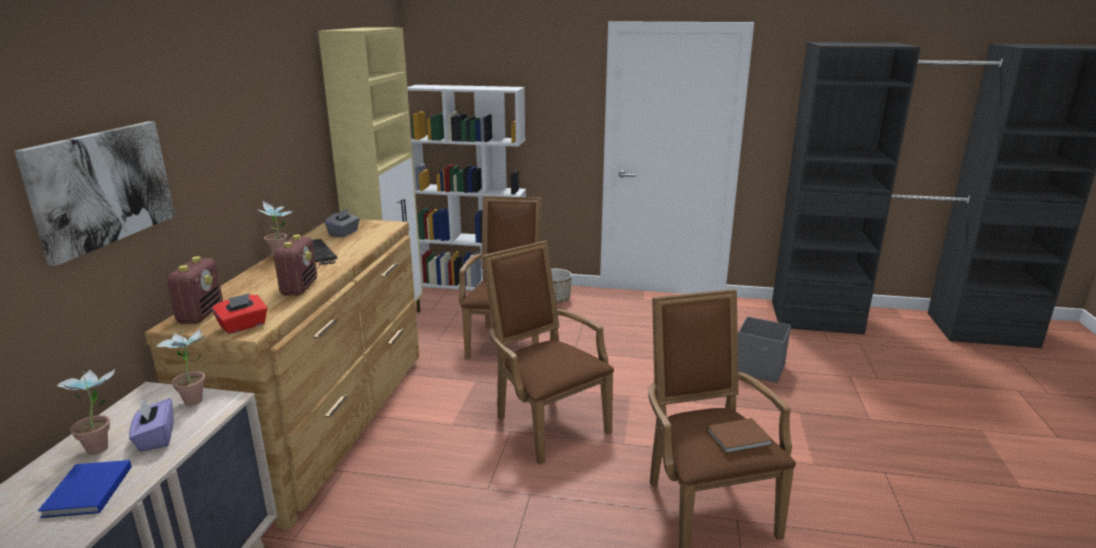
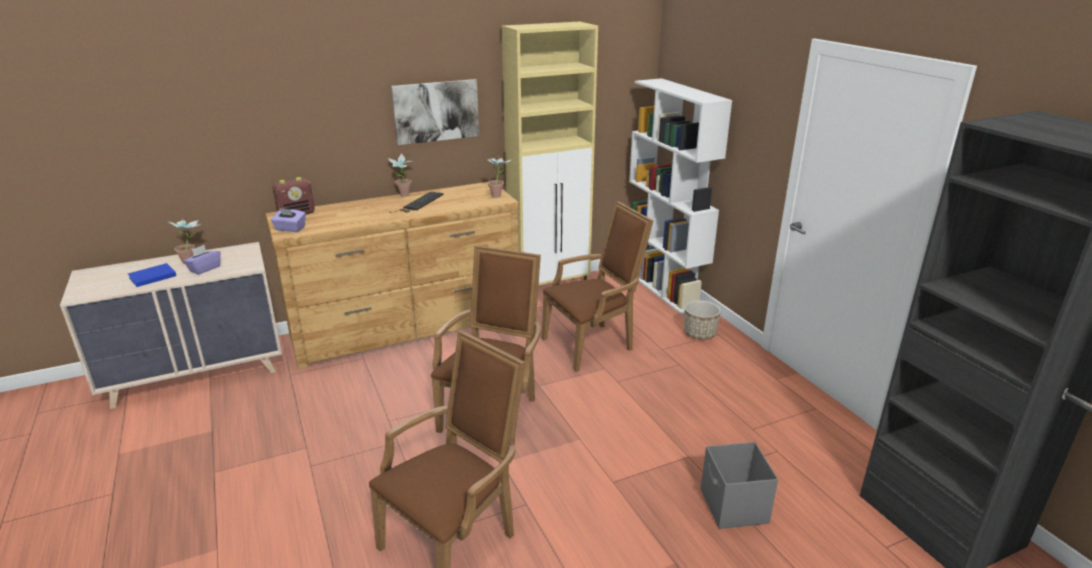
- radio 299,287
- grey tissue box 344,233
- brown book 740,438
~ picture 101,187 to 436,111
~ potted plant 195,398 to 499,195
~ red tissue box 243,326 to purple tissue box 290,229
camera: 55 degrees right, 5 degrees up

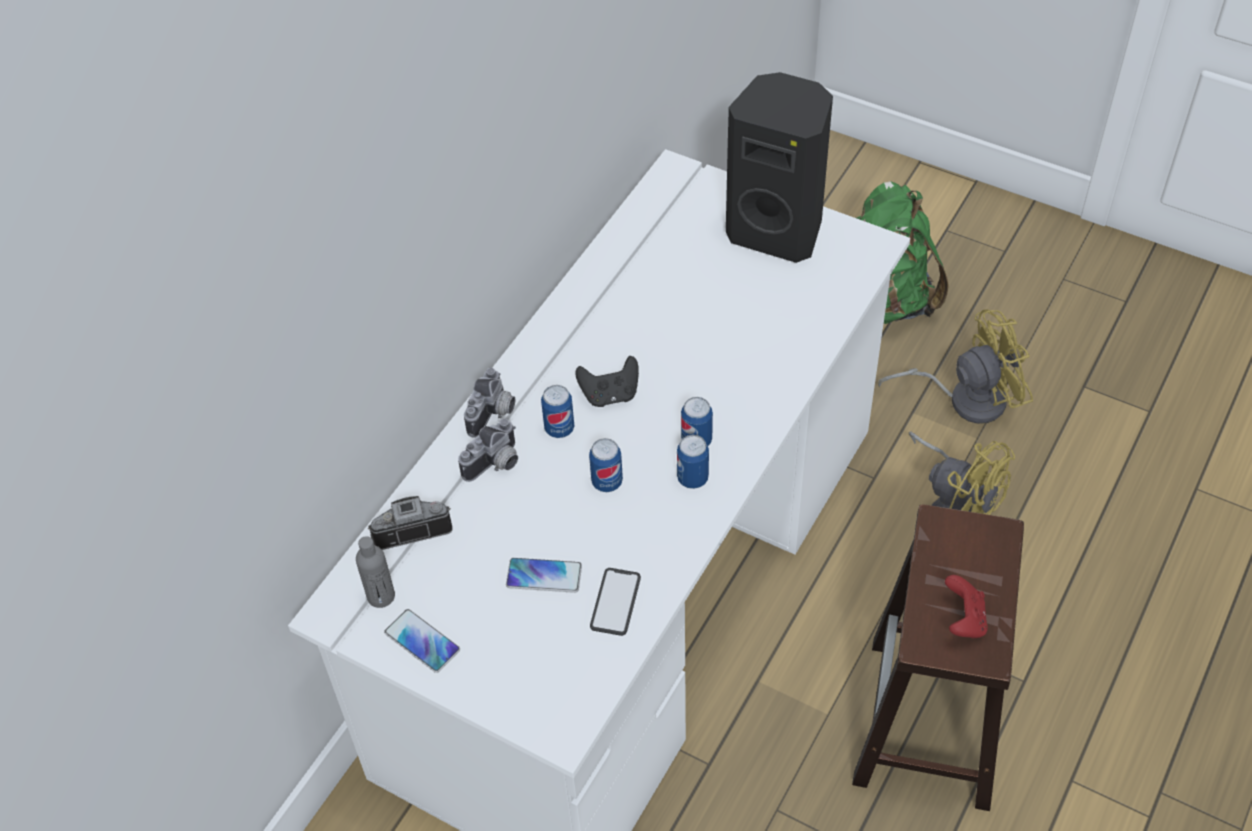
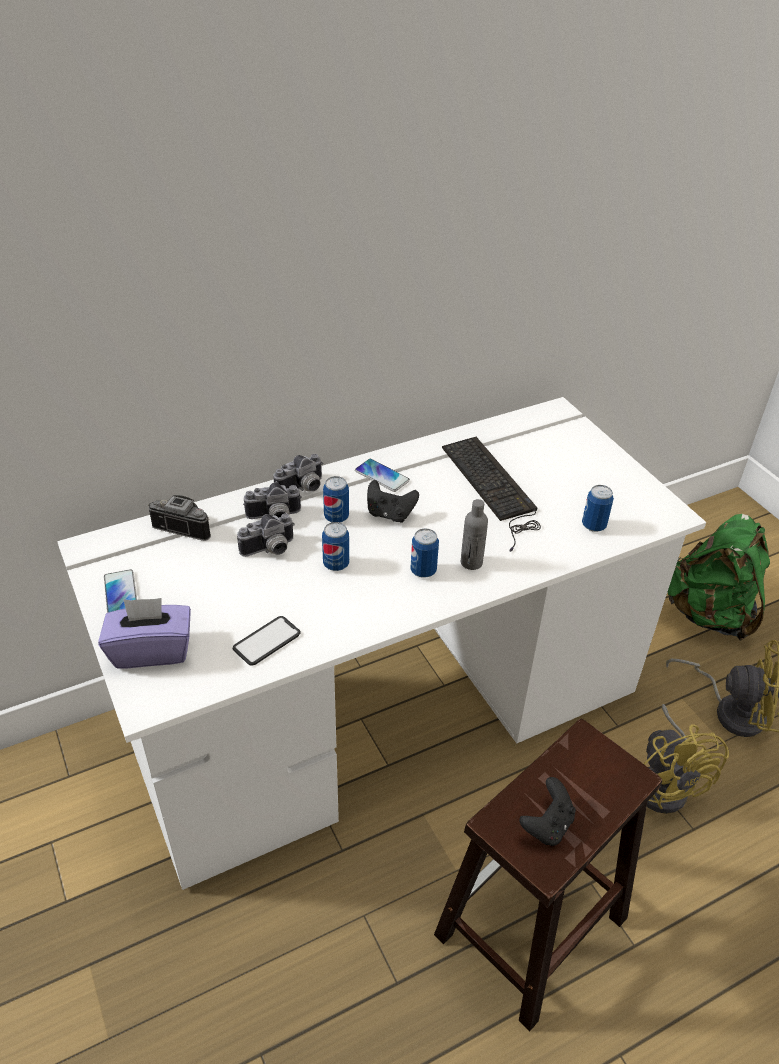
- black speaker 777,230
+ purple tissue box 151,650
+ photo camera 270,550
+ keyboard 493,488
~ grey bottle 381,596 to 471,562
~ phone 544,576 to 382,476
~ can 692,478 to 593,526
~ red game controller 963,620 to black game controller 547,825
camera: 30 degrees right, 10 degrees down

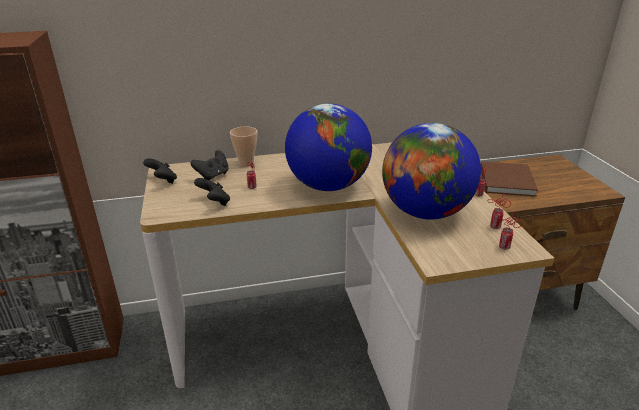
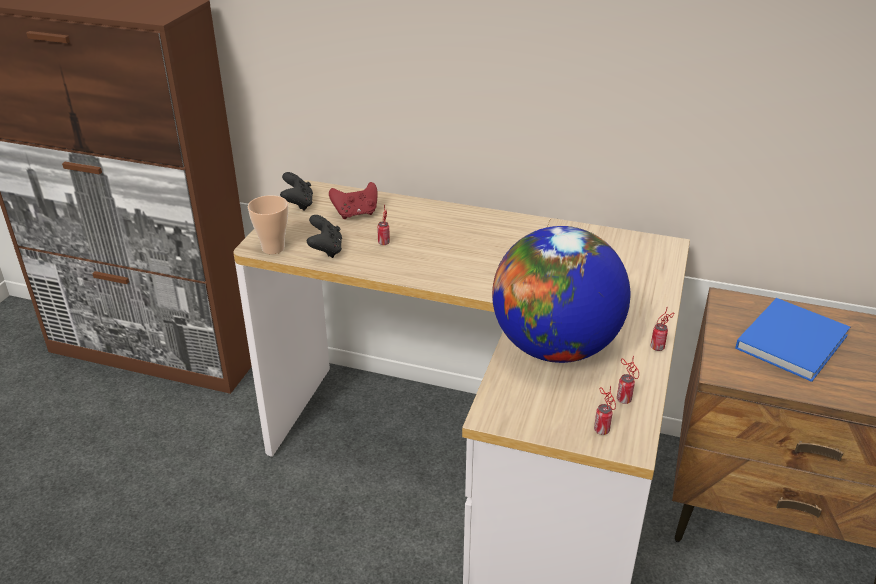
- globe 328,186
~ cup 246,163 to 273,248
~ black game controller 213,176 to red game controller 356,213
~ brown book 506,180 to blue book 793,340
camera: 30 degrees right, 5 degrees up

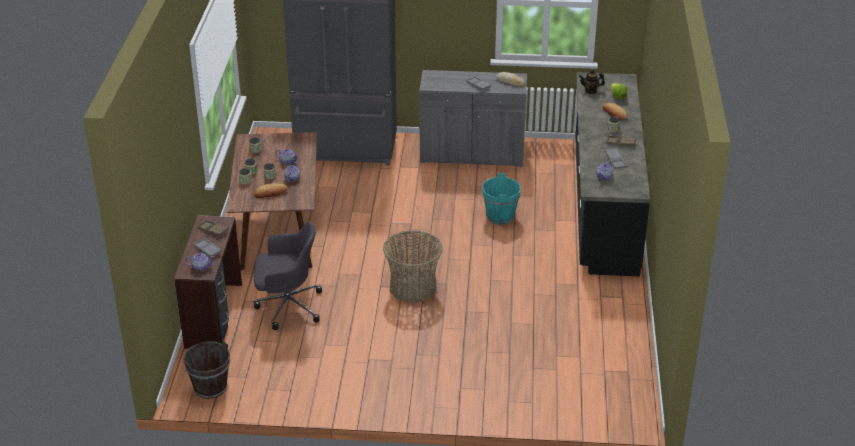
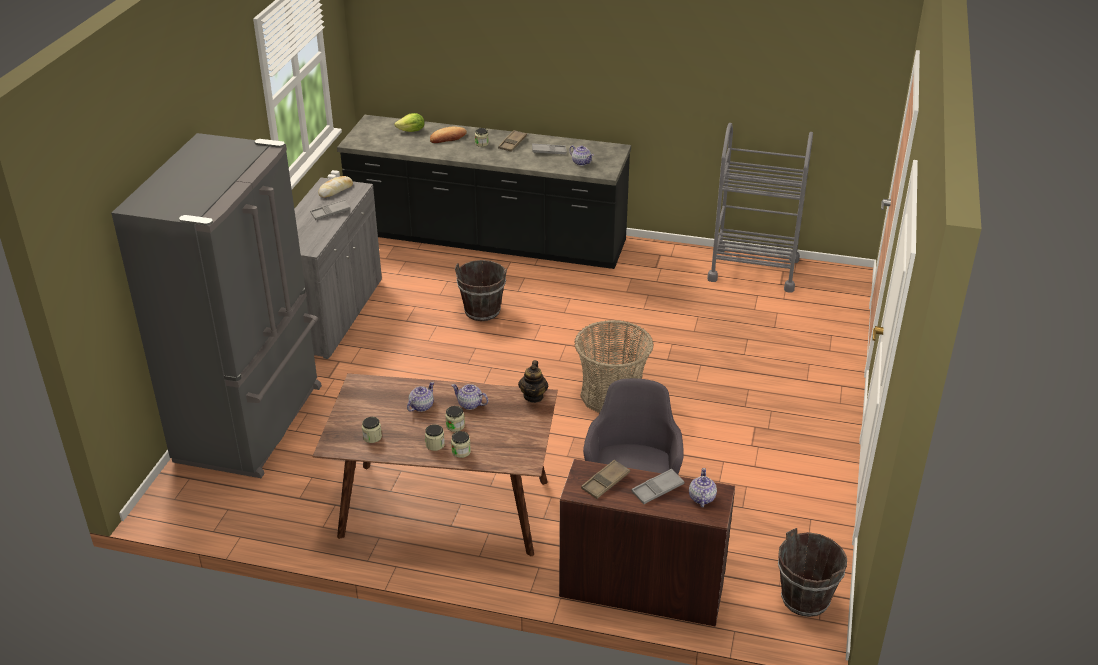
- bread 270,193
+ grey cart 753,270
~ teapot 590,91 to 533,396
~ turquoise bucket 500,216 to brown bucket 482,311
camera: 80 degrees left, 0 degrees up

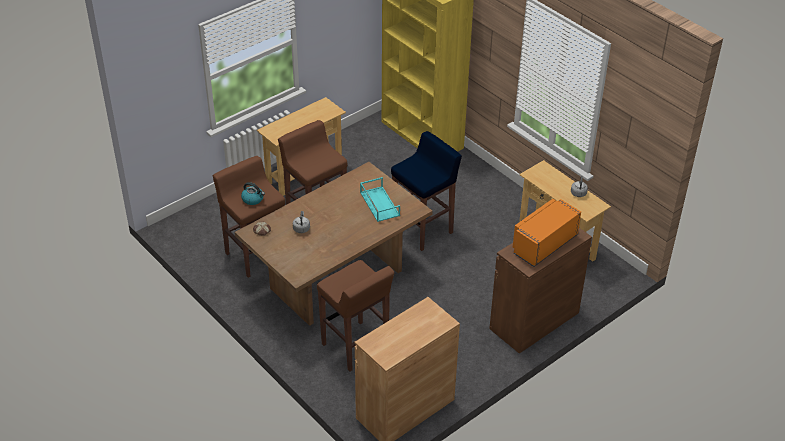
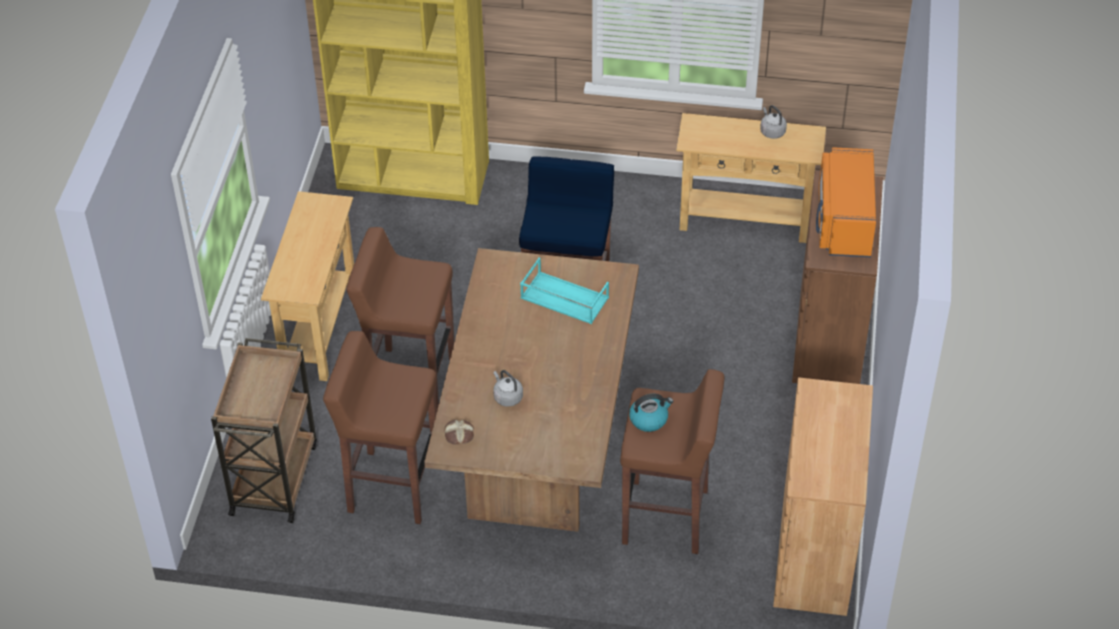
+ brown cart 274,477
~ kettle 253,199 to 649,419
camera: 40 degrees left, 5 degrees up

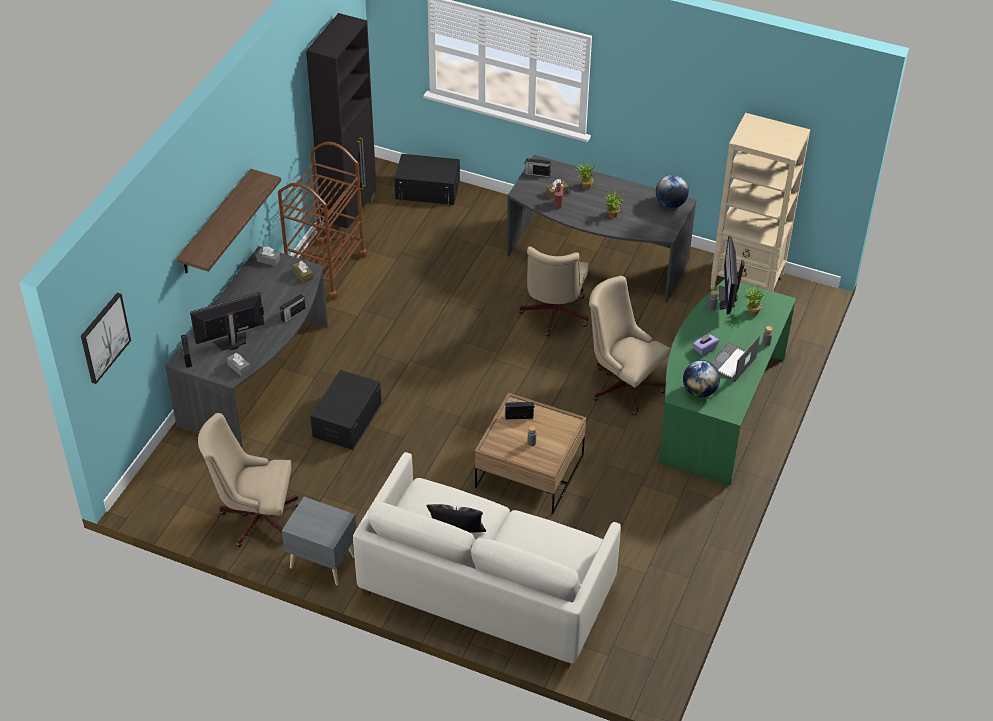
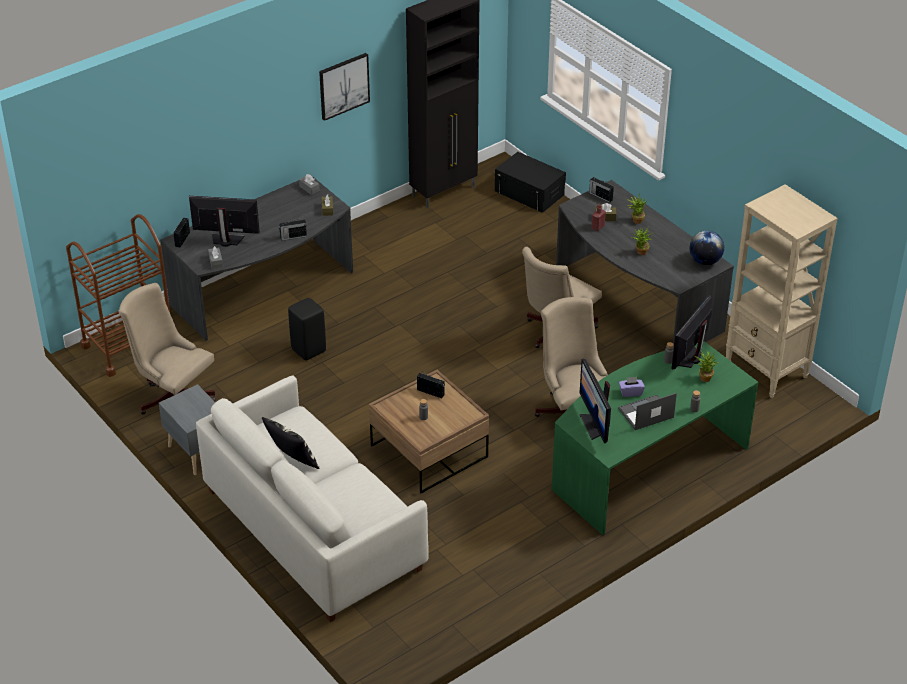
- shelf 216,223
~ picture 104,337 to 343,85
~ brown cart 326,269 to 129,345
~ black storage box 347,420 to black stool 308,351
~ globe 699,391 to monitor 594,425
camera: 30 degrees right, 5 degrees down

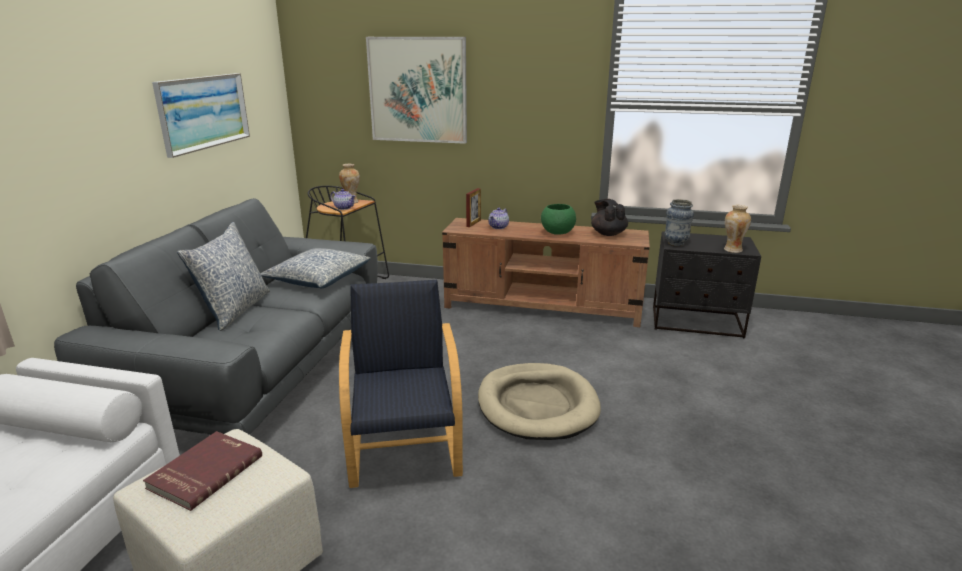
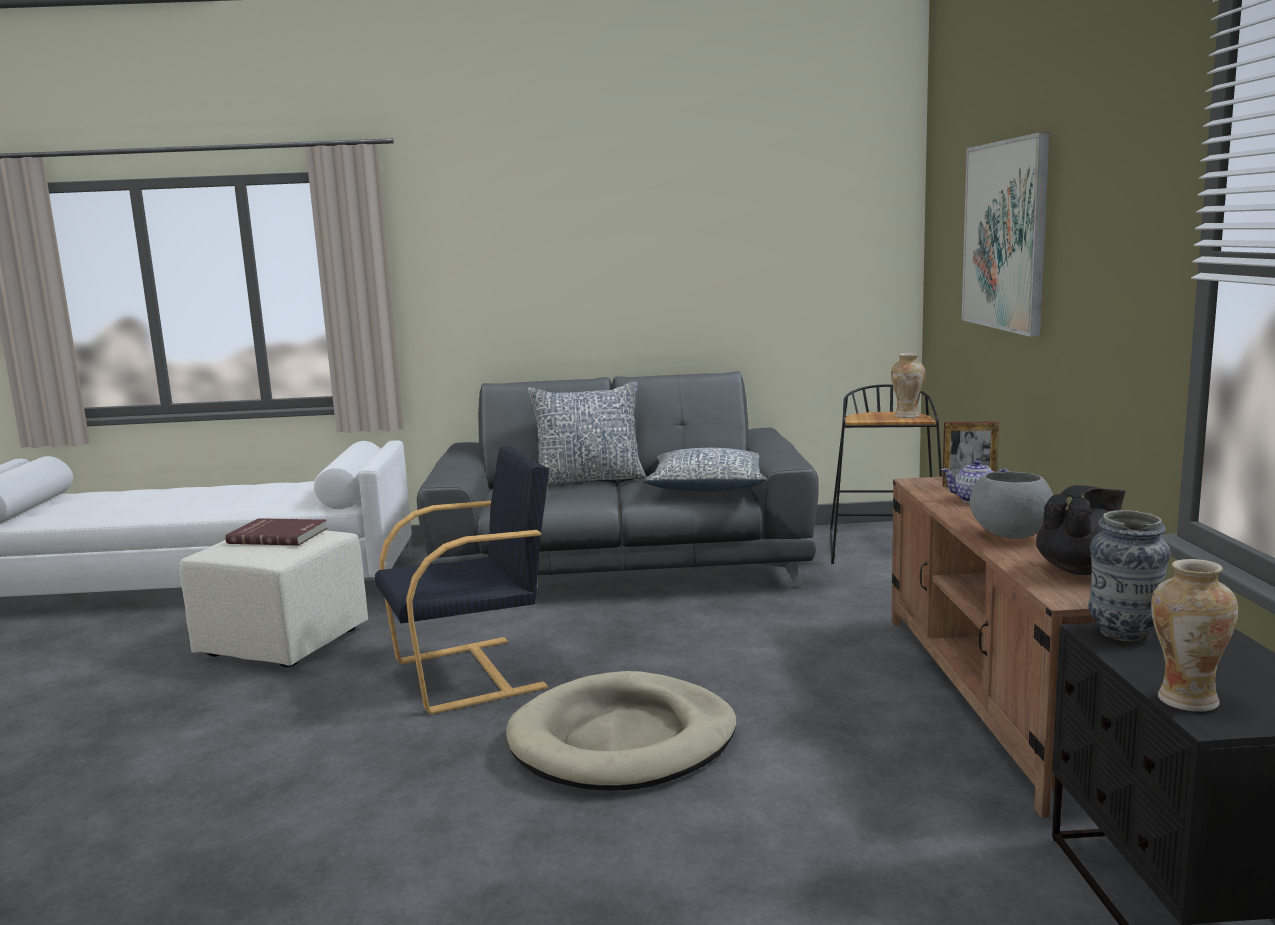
- picture 204,112
- teapot 344,208
~ green bowl 557,233 to grey bowl 1010,536
camera: 75 degrees right, 10 degrees down

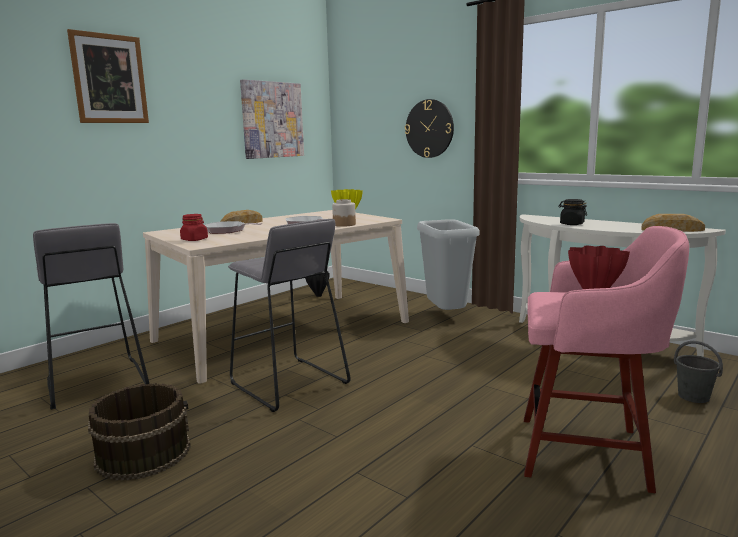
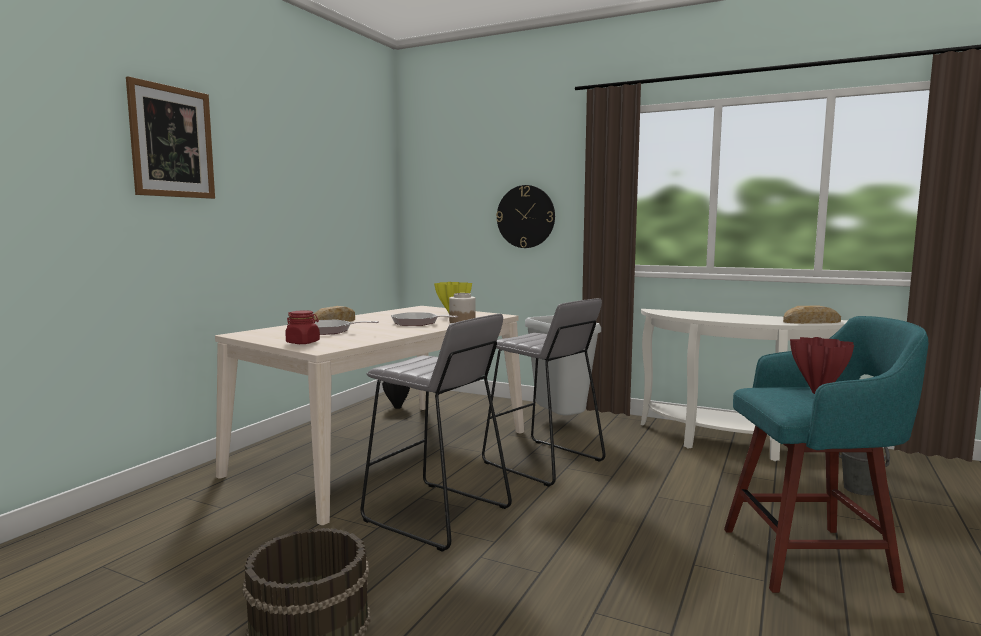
- picture 272,120
- black jar 571,224
~ grey stool 96,383 to 543,462
~ pink stool 587,453 to turquoise stool 811,558
camera: 15 degrees left, 5 degrees down

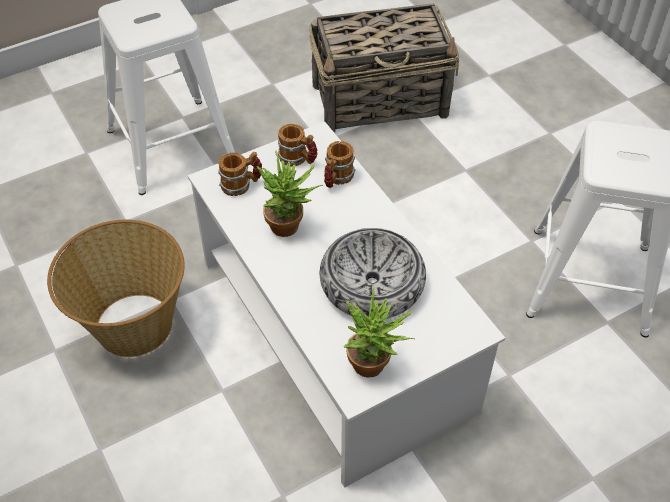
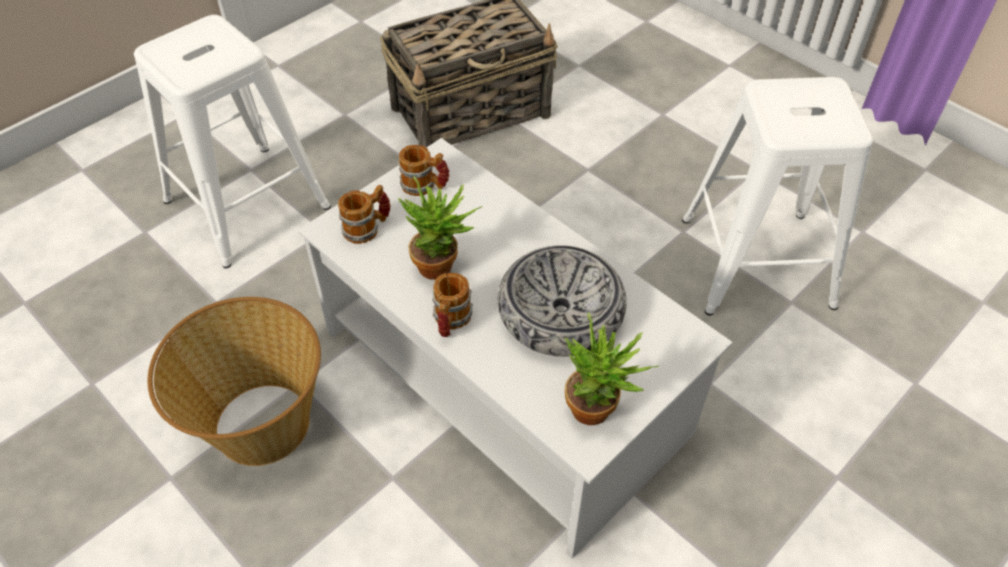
~ mug 336,179 to 450,321
camera: 15 degrees left, 0 degrees up

